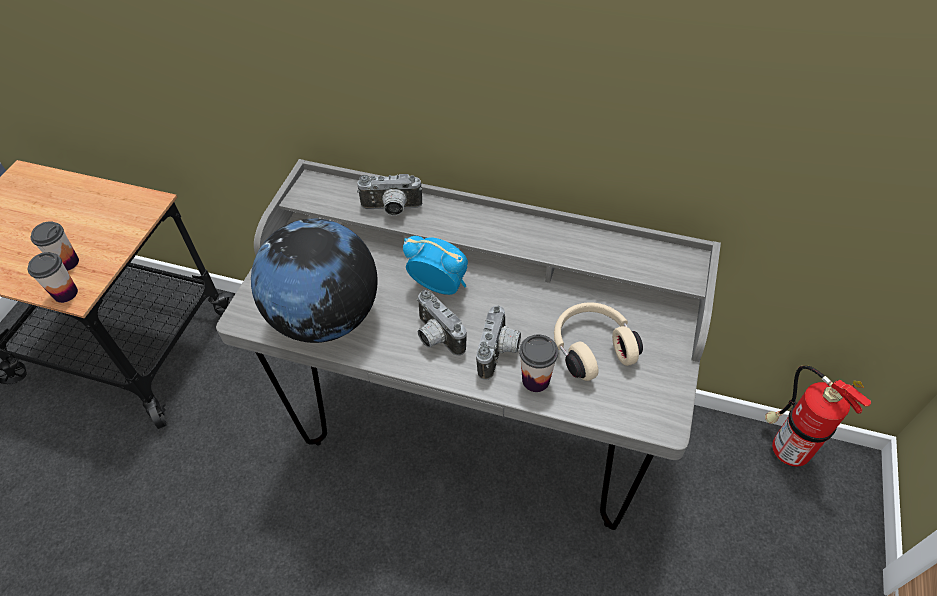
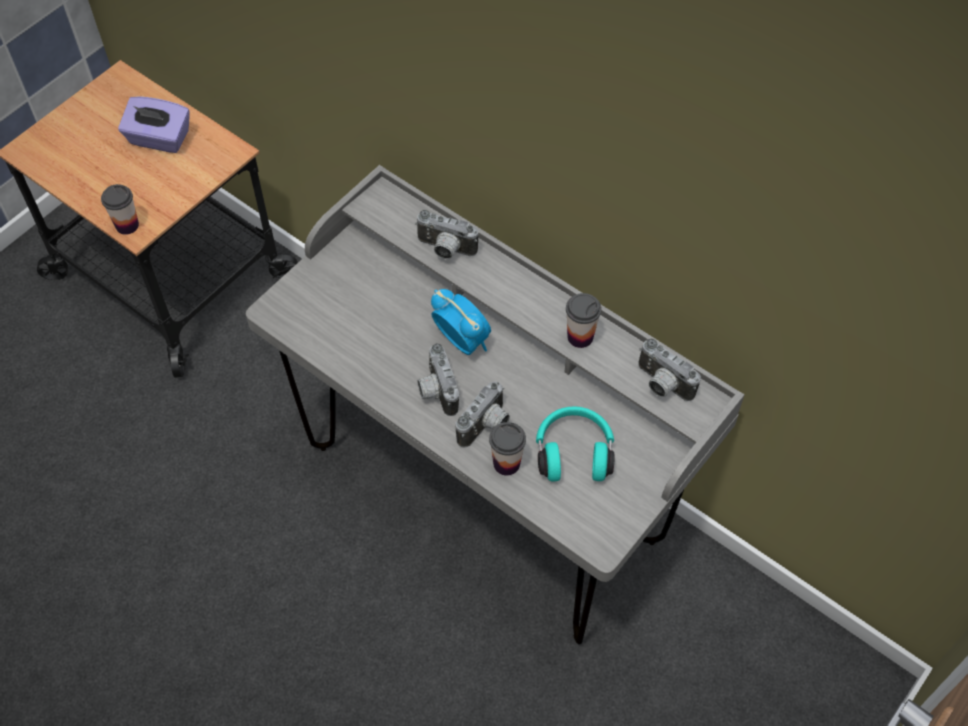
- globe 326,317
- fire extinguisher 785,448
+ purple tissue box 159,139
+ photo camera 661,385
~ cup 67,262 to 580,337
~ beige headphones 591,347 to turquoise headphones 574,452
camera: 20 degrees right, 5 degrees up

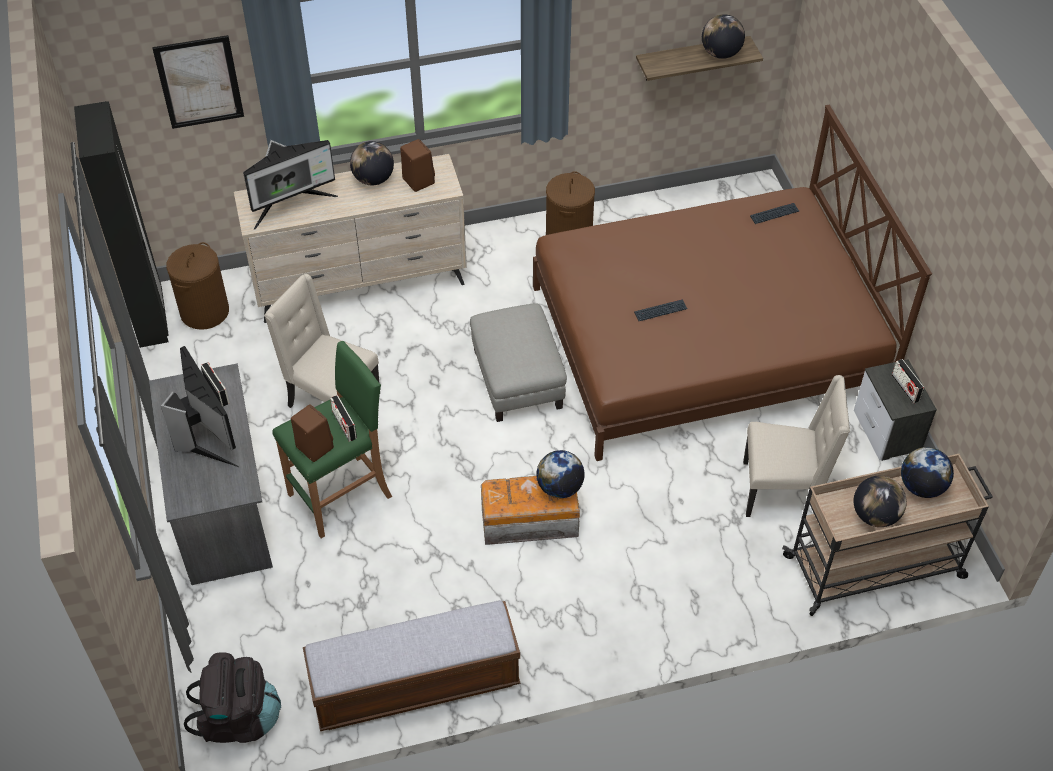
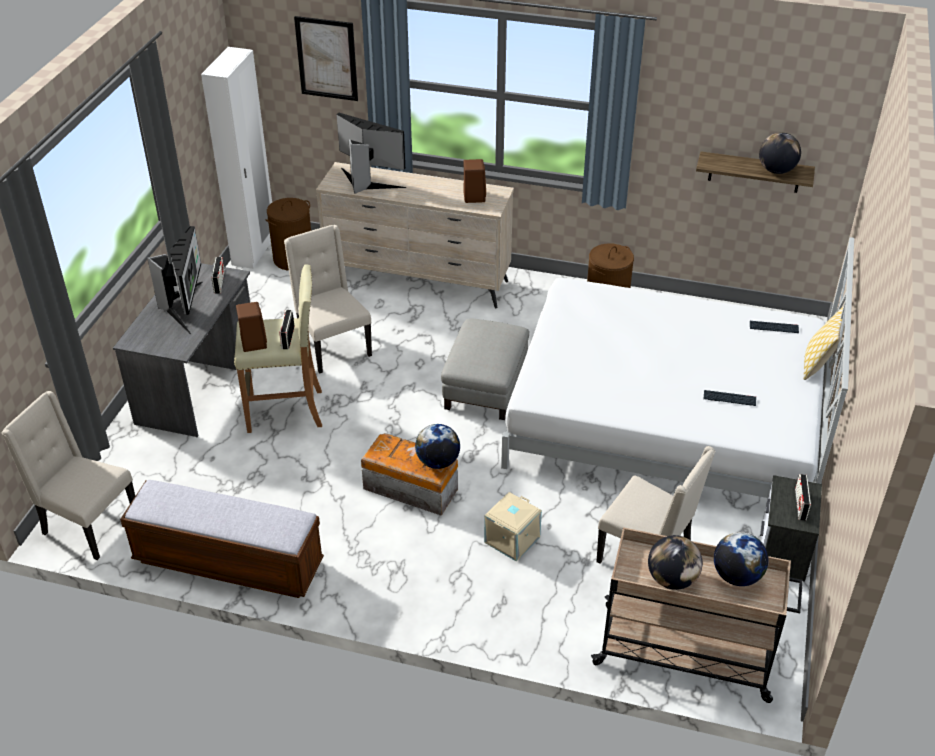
- globe 373,179
+ beige storage box 512,540
+ pillow 818,364
~ keyboard 660,311 to 729,399
~ black backpack 239,719 to beige chair 88,525
~ black wardrobe 152,319 to white wardrobe 254,251
~ green stool 341,495 to beige stool 286,411
~ brown bed 706,339 to white bed 667,418
~ monitor 291,205 = 367,182 150 degrees counterclockwise
camera: 30 degrees right, 10 degrees down

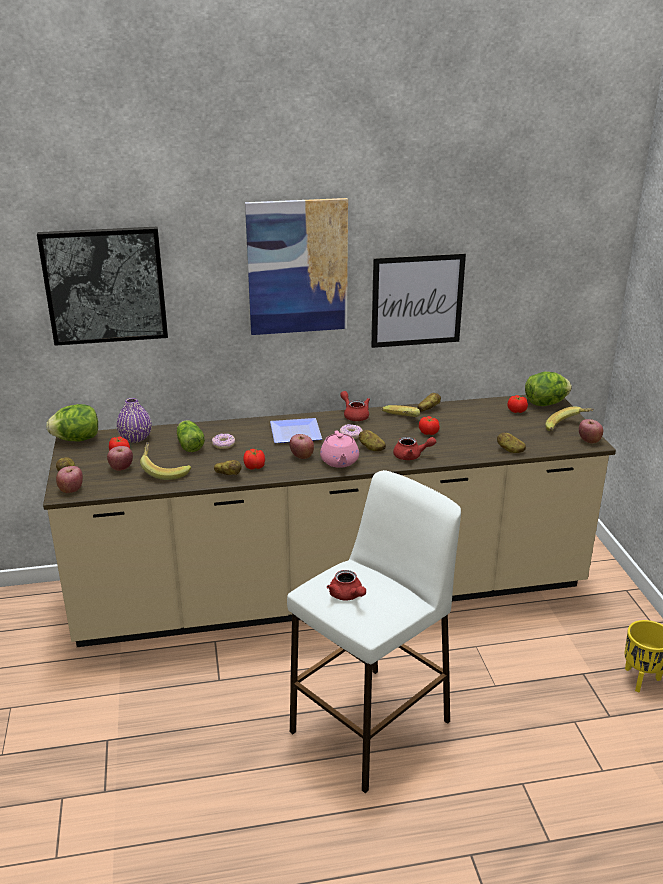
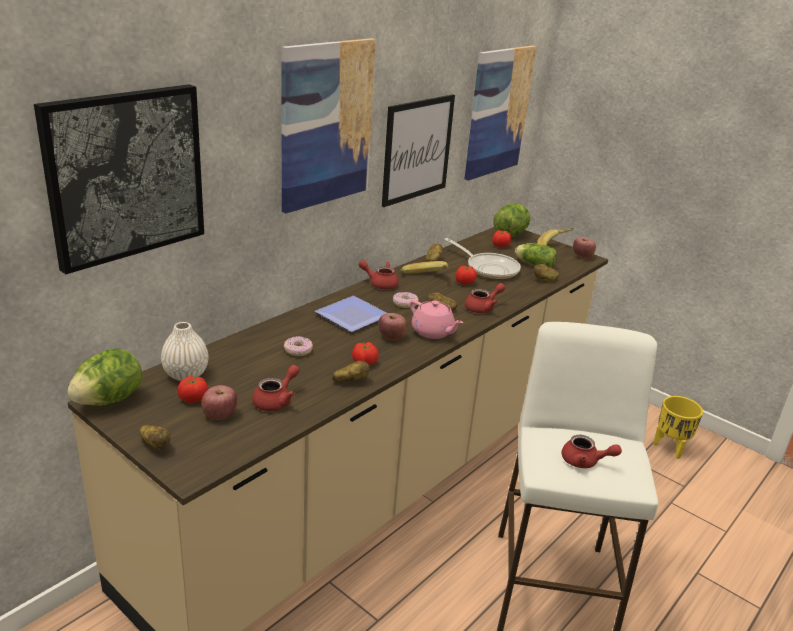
- apple 71,489
+ frying pan 489,268
+ picture 498,112
~ lettuce 189,444 to 533,265
~ banana 164,471 to red teapot 276,400
~ purple vase 135,438 to white vase 186,374
camera: 40 degrees left, 0 degrees up

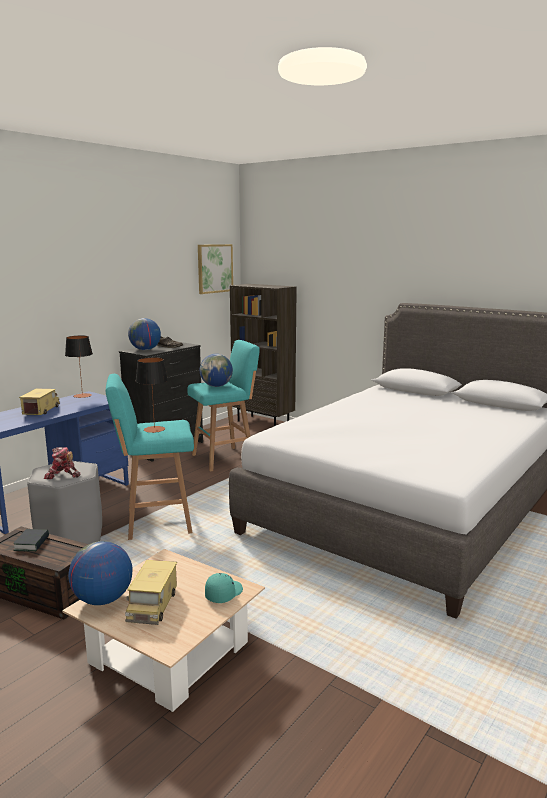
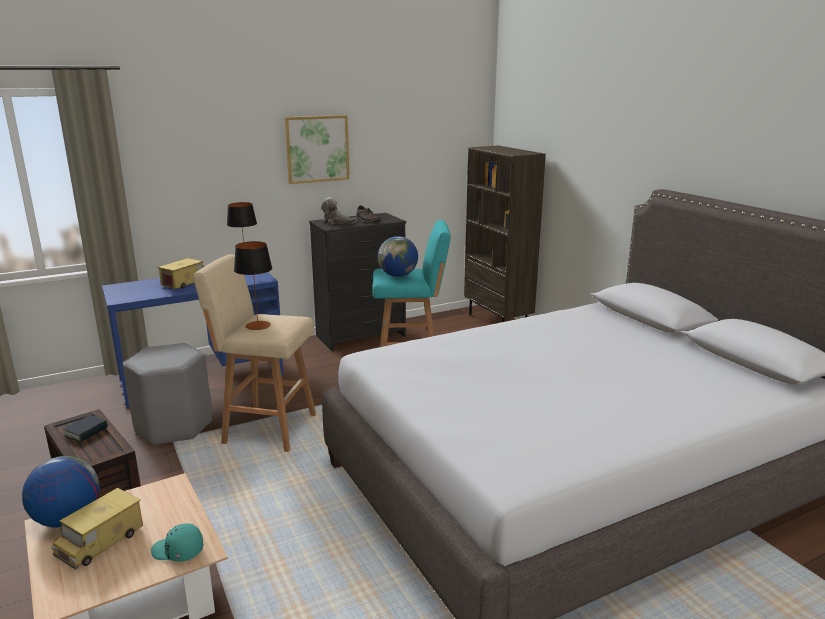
- toy robot 62,475
~ picture 214,268 to 317,149
~ globe 145,350 to plush toy 336,222
~ turquoise stool 156,522 to beige stool 267,428
~ turquoise cap 223,594 = 177,551 135 degrees counterclockwise
camera: 25 degrees right, 5 degrees up

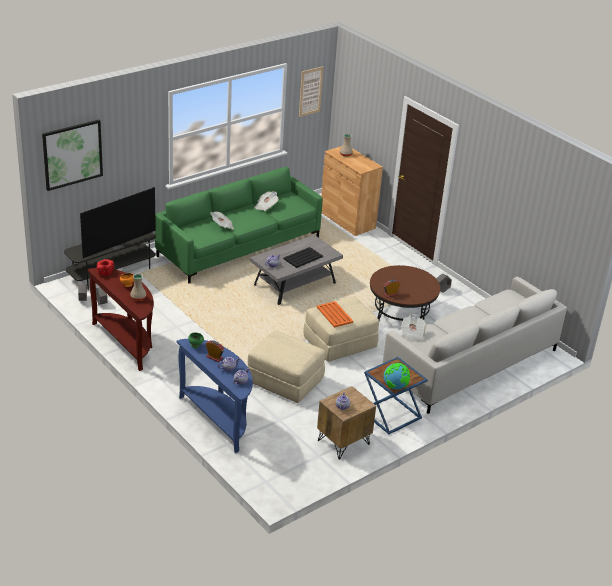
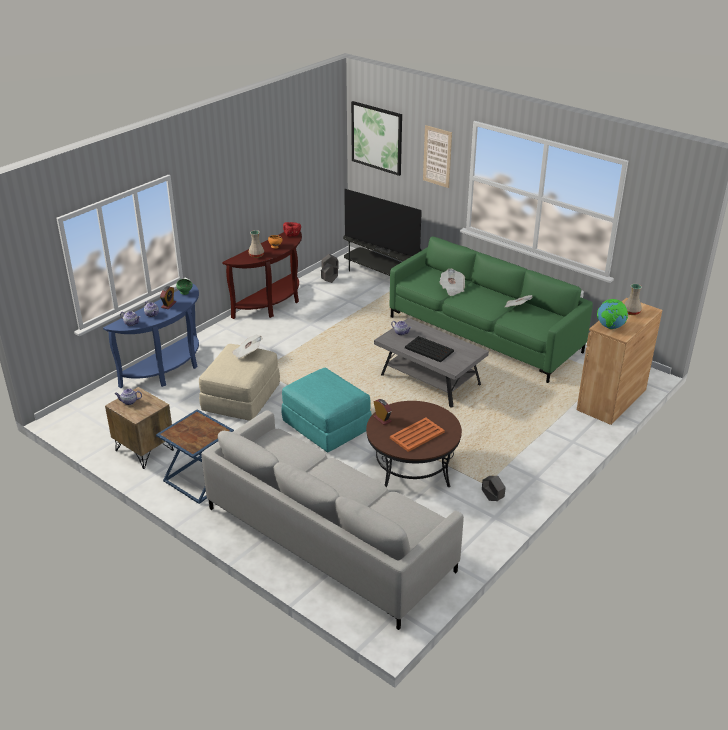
~ picture 310,91 to 437,156
~ orange tray 334,315 to 416,435
~ globe 395,387 to 610,327
~ newspaper 412,335 to 247,353
~ beige ottoman 339,343 to turquoise ottoman 326,426
camera: 80 degrees right, 0 degrees up

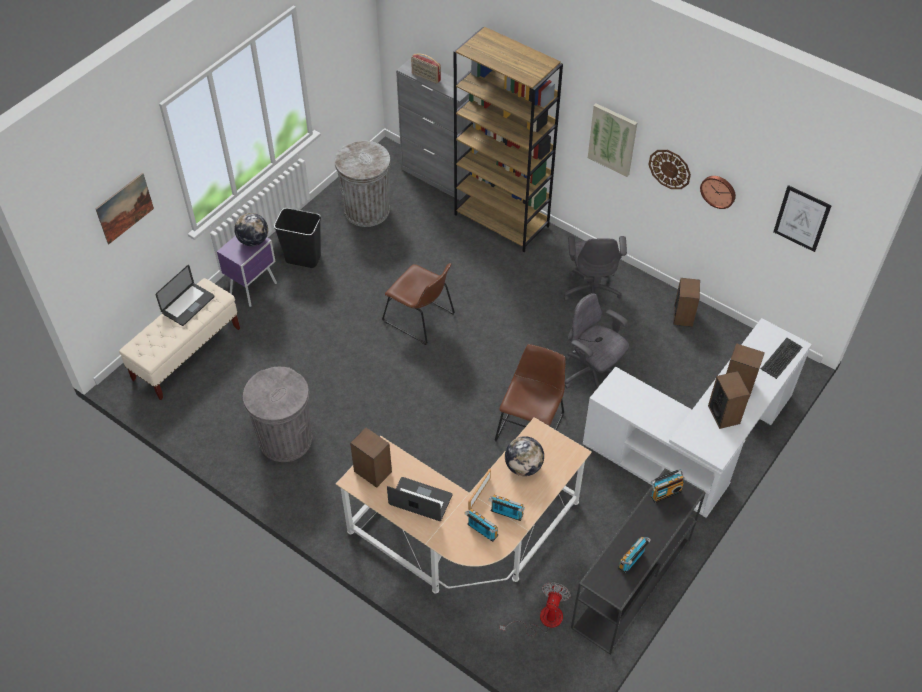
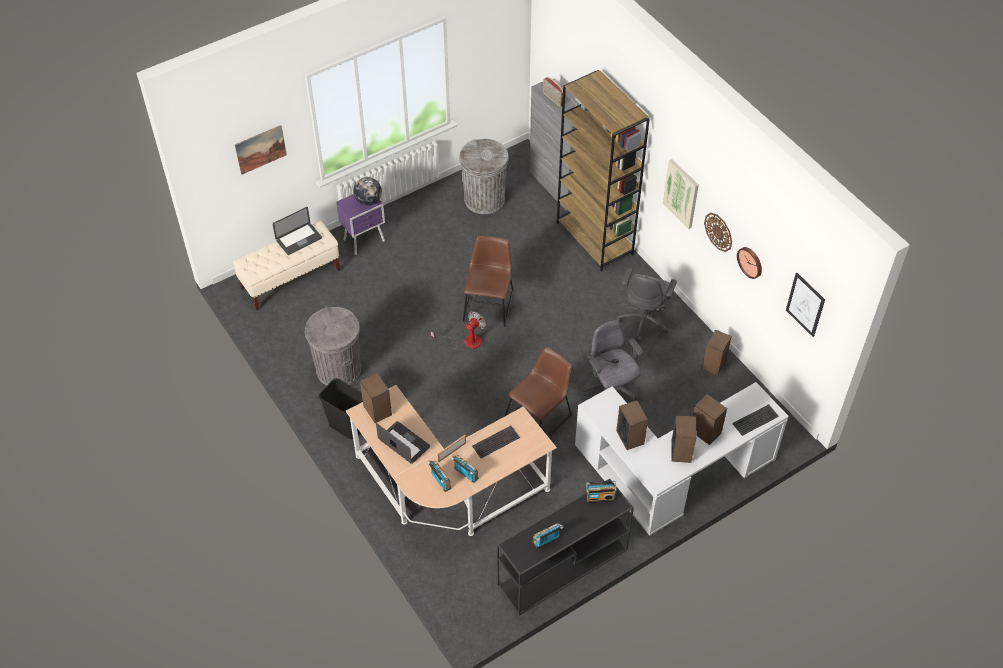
+ speaker 630,437
~ black trash can 303,258 to 347,426
~ fan 542,619 to 466,341
~ globe 523,466 to keyboard 496,442
~ brown chair 421,319 = 488,303 135 degrees counterclockwise
camera: 20 degrees right, 0 degrees up

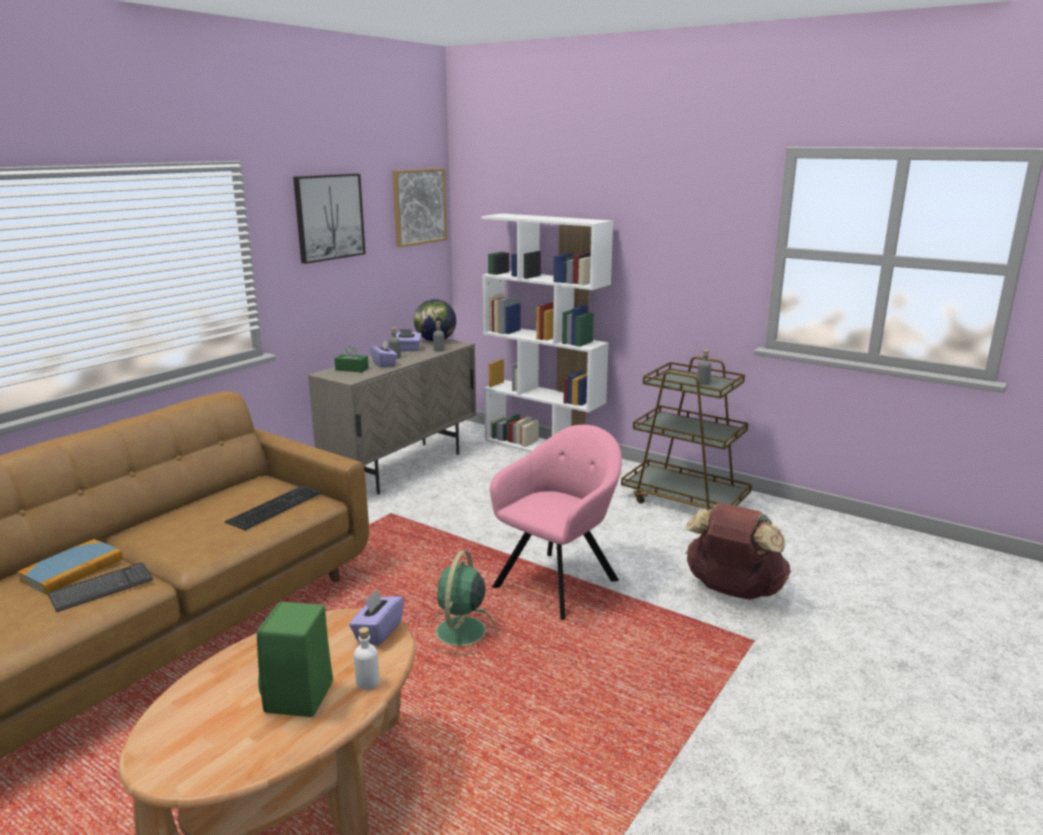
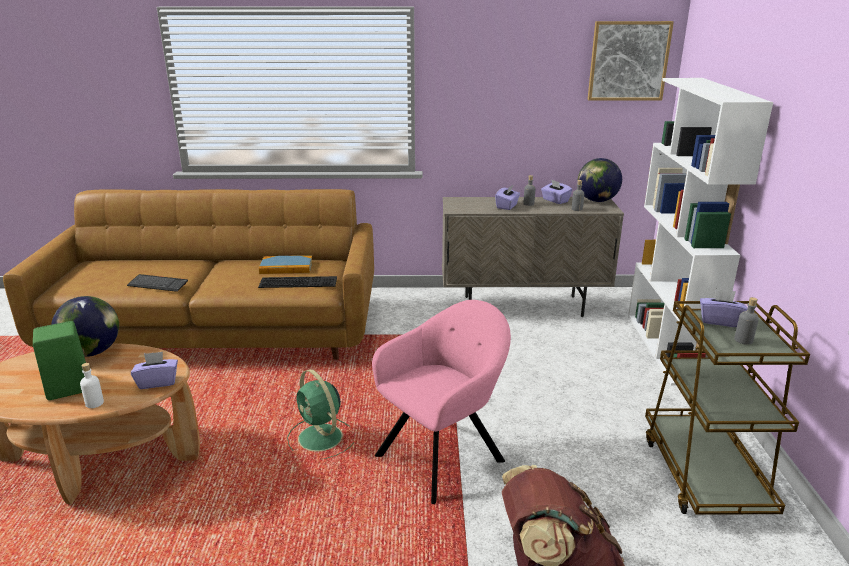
- picture 329,217
- green tissue box 352,369
+ globe 92,352
+ purple tissue box 719,321
~ book 72,569 to 286,267
~ green fan 460,633 = 321,439 105 degrees counterclockwise
~ pink armchair 559,581 = 443,456 45 degrees counterclockwise
camera: 55 degrees right, 5 degrees up

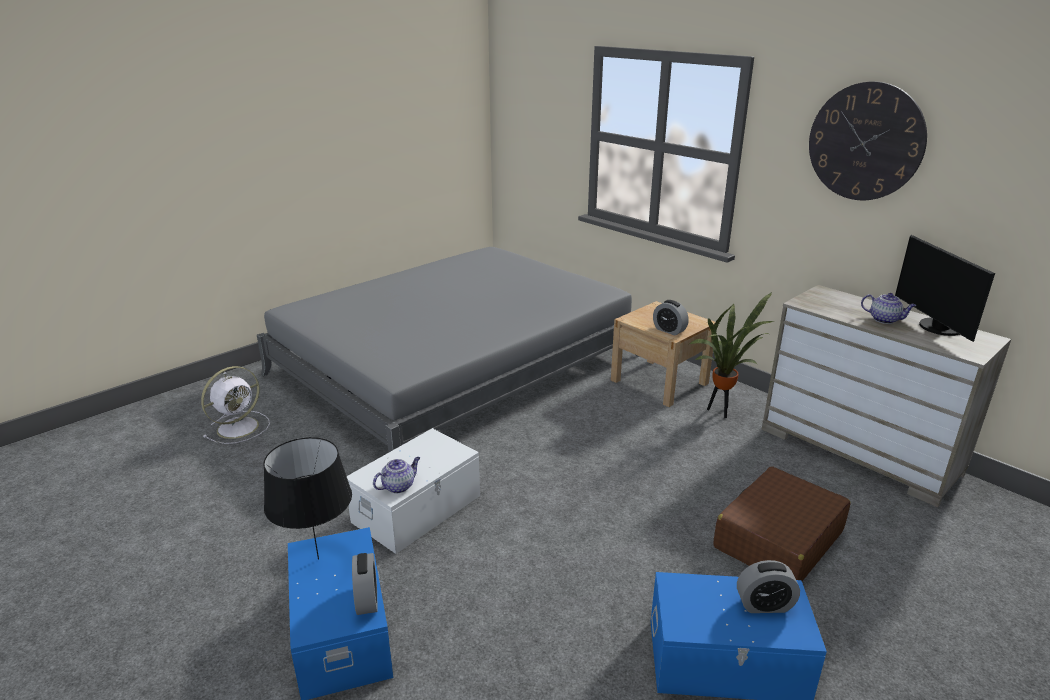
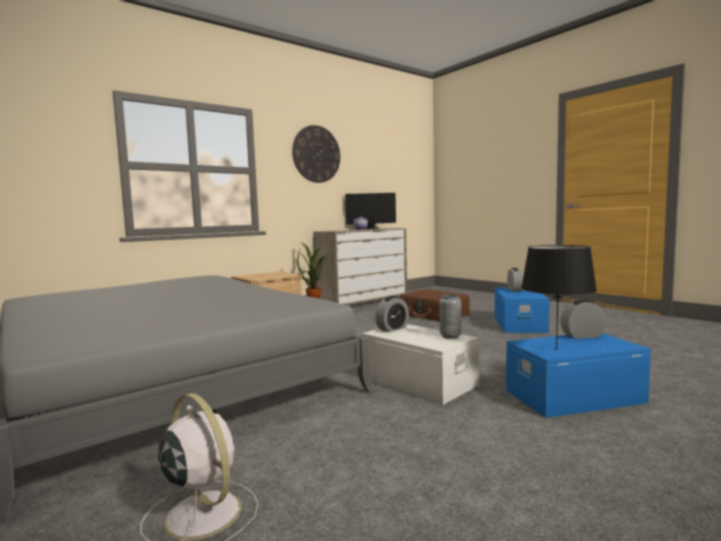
~ alarm clock 669,330 to 392,328
~ teapot 399,486 to grey vase 450,336
camera: 85 degrees left, 20 degrees down

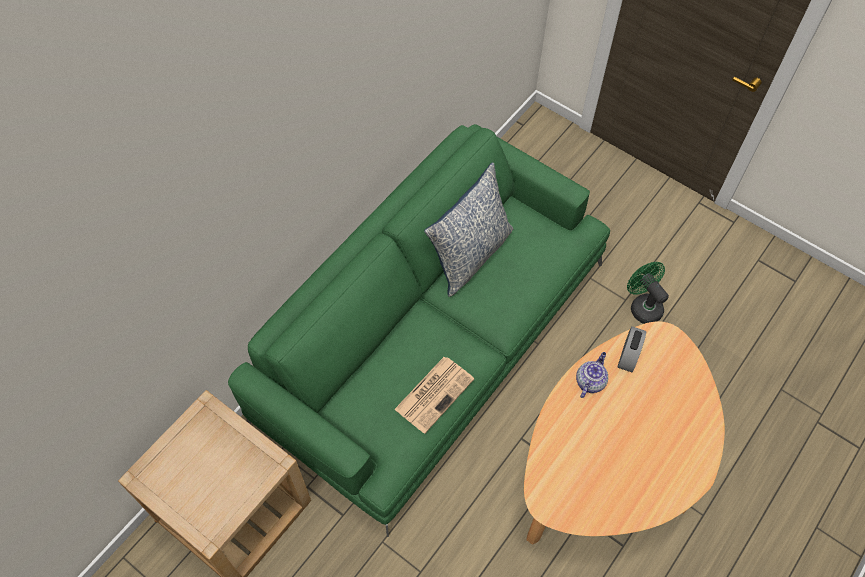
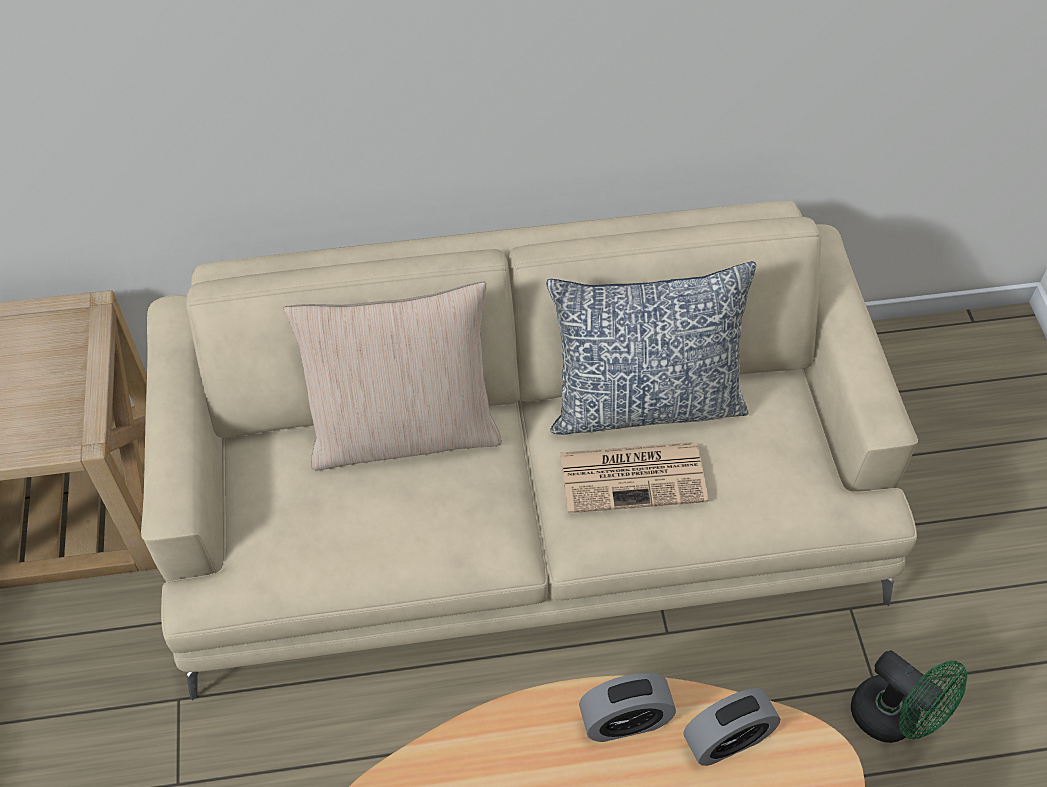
+ beige pillow 404,431
~ newspaper 435,393 to 634,476
~ teapot 590,381 to alarm clock 624,721
~ green sofa 432,340 to beige sofa 524,503
~ green fan 642,306 = 894,718 120 degrees clockwise
camera: 45 degrees right, 5 degrees down

